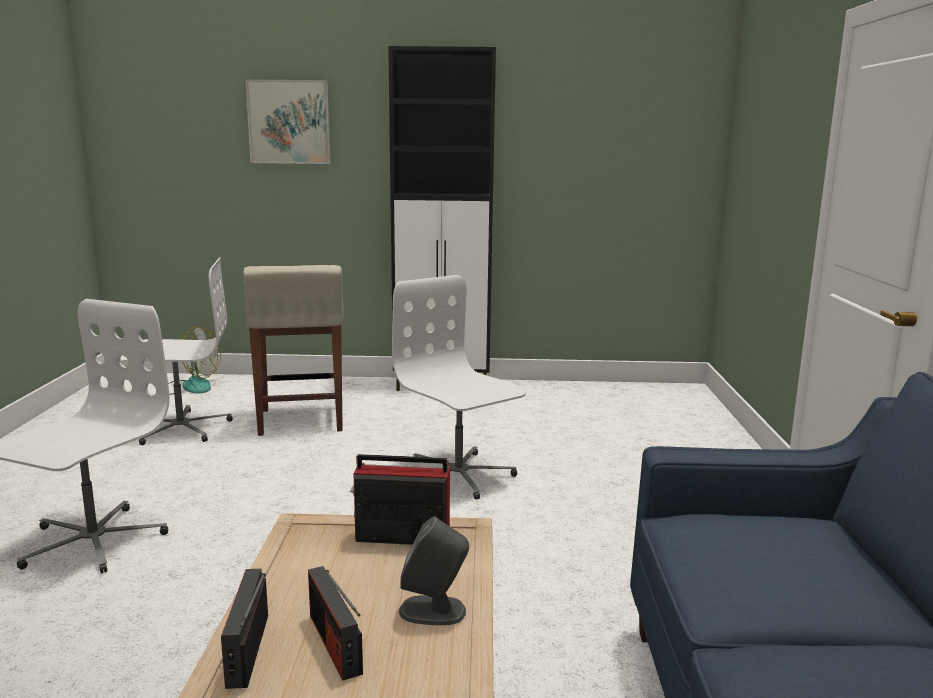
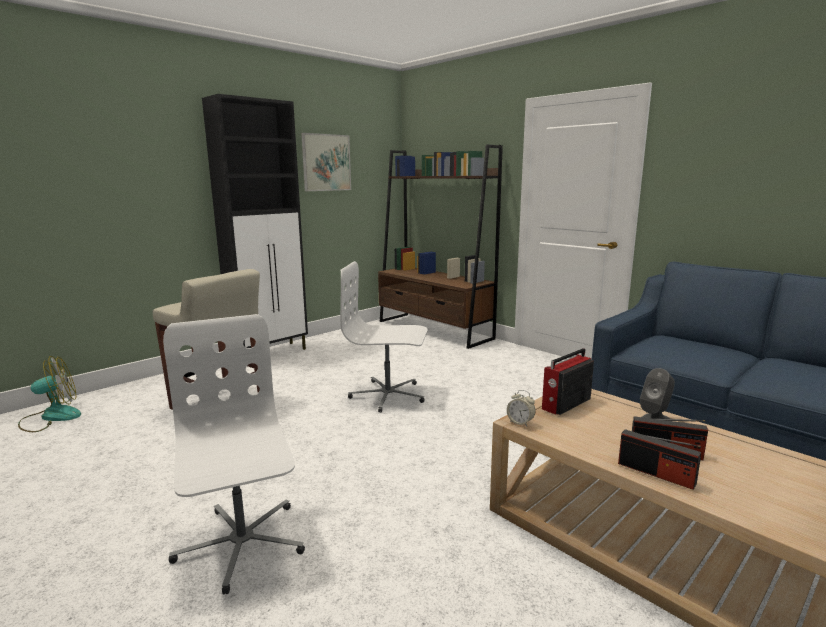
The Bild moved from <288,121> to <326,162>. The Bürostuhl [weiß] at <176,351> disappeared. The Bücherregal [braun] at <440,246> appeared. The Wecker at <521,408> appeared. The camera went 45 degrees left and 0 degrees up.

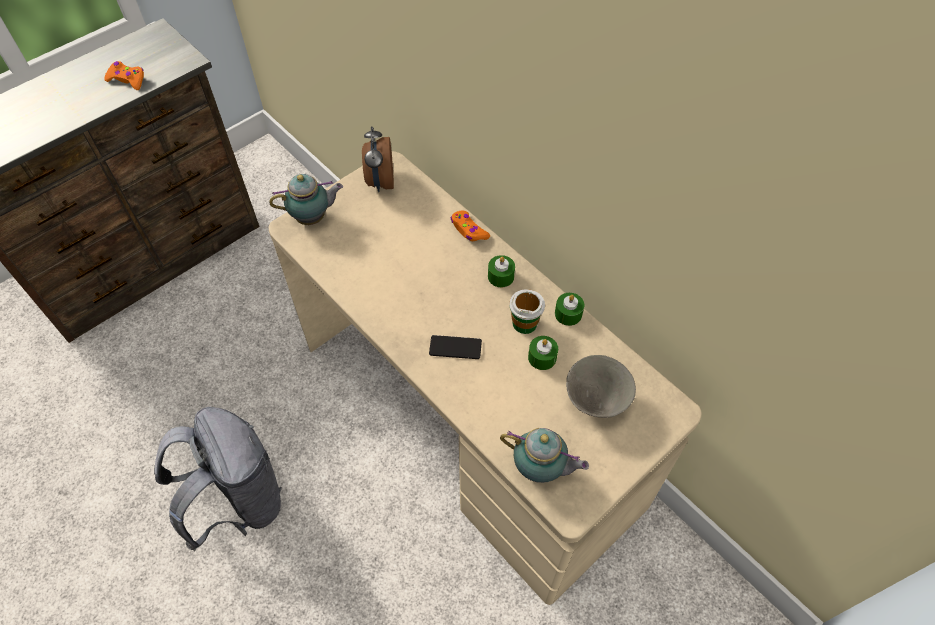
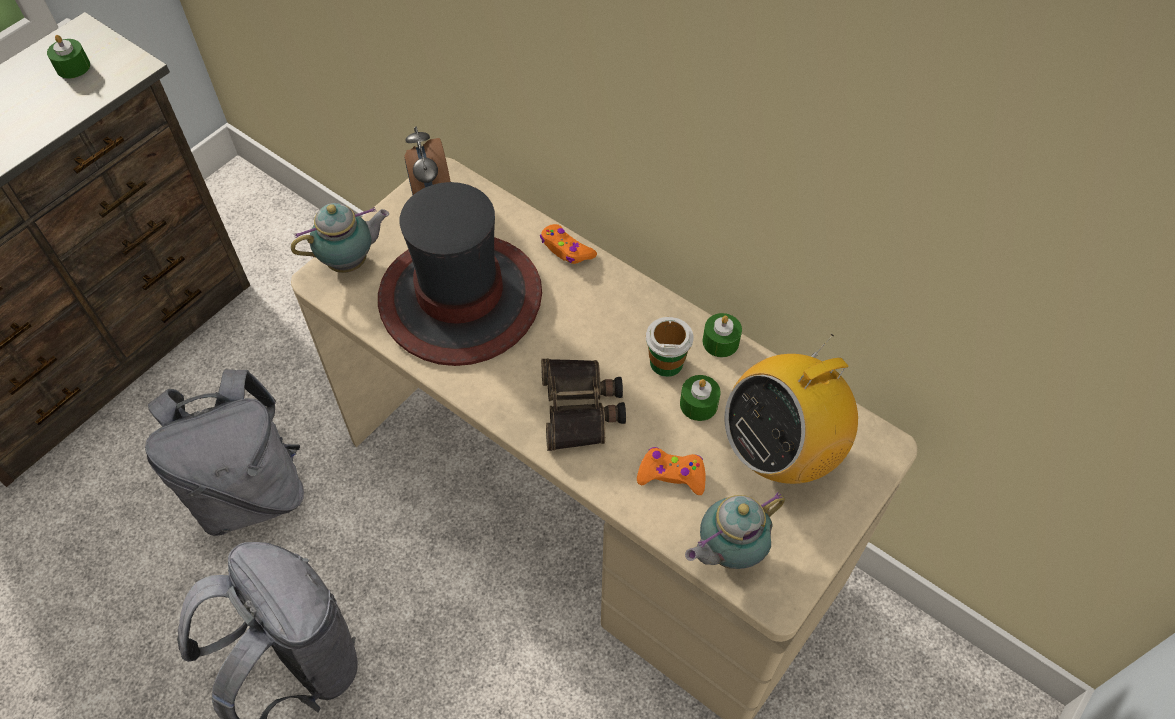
The Gamepad [orange] moved from <124,75> to <671,471>. The Kerze [grün] moved from <501,271> to <68,57>. The Handy at <455,347> was replaced by the Fernglas at <583,405>. The Schüssel [grau] at <601,386> was replaced by the Radio at <791,409>. The Teekanne at <544,455> turned 135 degrees clockwise. The Hut at <460,274> appeared. The Rucksack [grau] at <224,452> appeared. The camera went 10 degrees left and 0 degrees up.

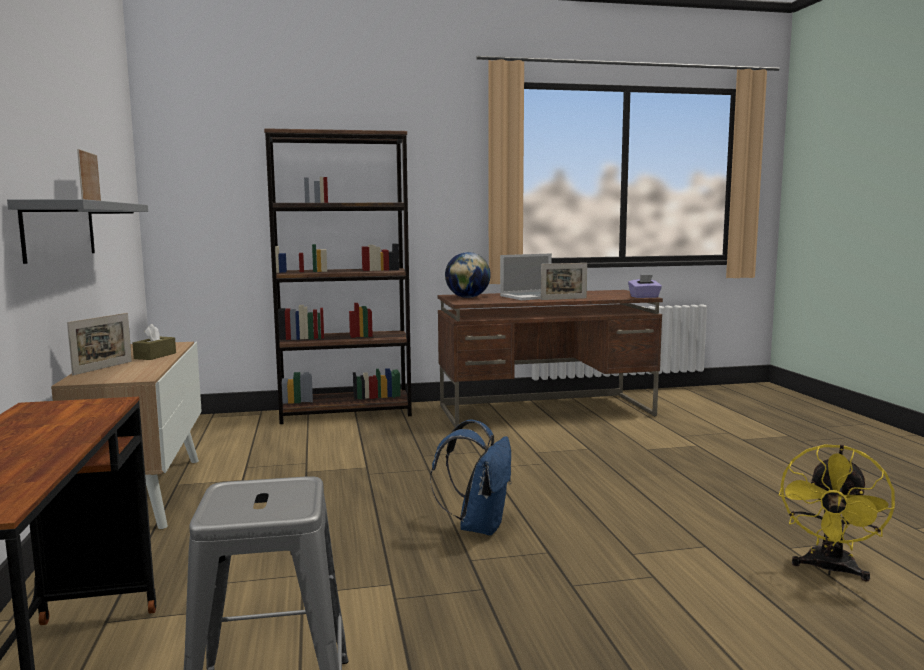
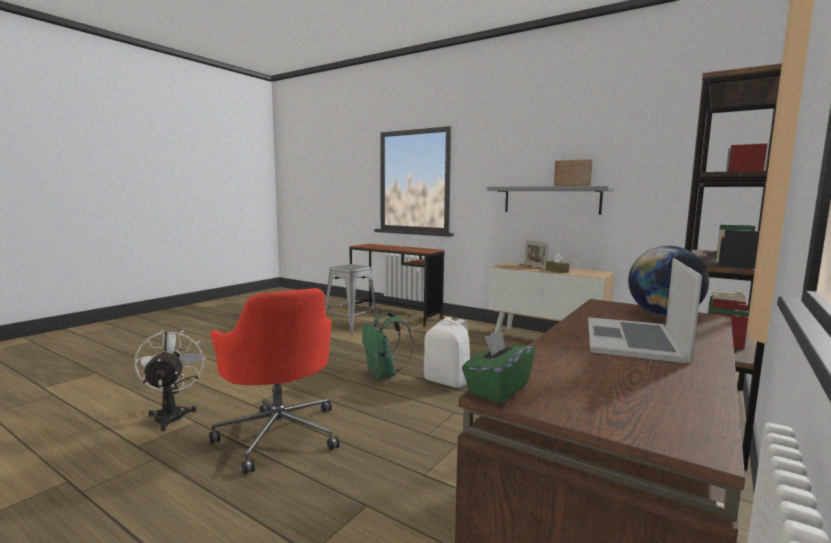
The Bilderrahmen at <564,281> disappeared. The Taschentuchbox [lila] at <645,286> became the Taschentuchbox [grün] at <498,366>. The Rucksack [blau] at <471,477> became the Rucksack [grün] at <388,345>. The Ventilator [gelb] at <837,513> became the Ventilator [weiß] at <170,380>. The Bürostuhl [rot] at <274,381> appeared. The Rucksack [weiß] at <446,352> appeared. The camera went 135 degrees right and 0 degrees up.

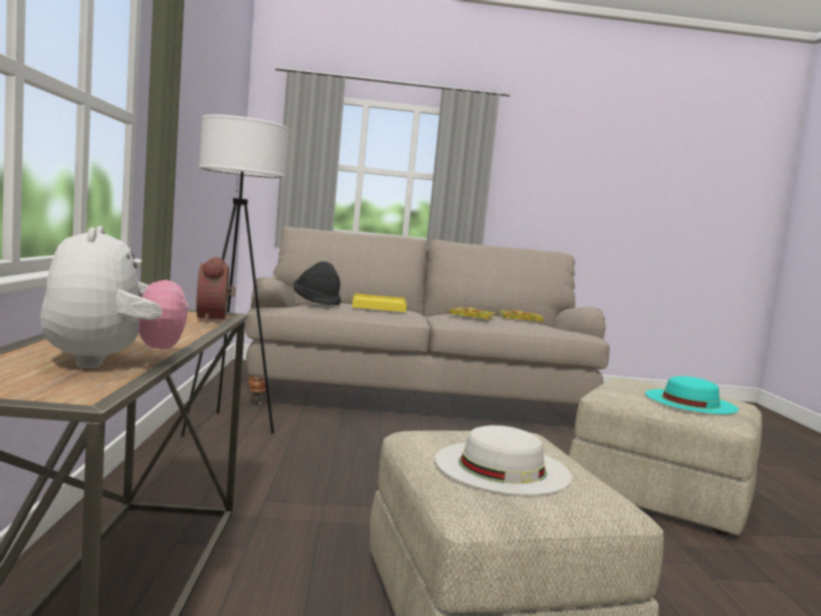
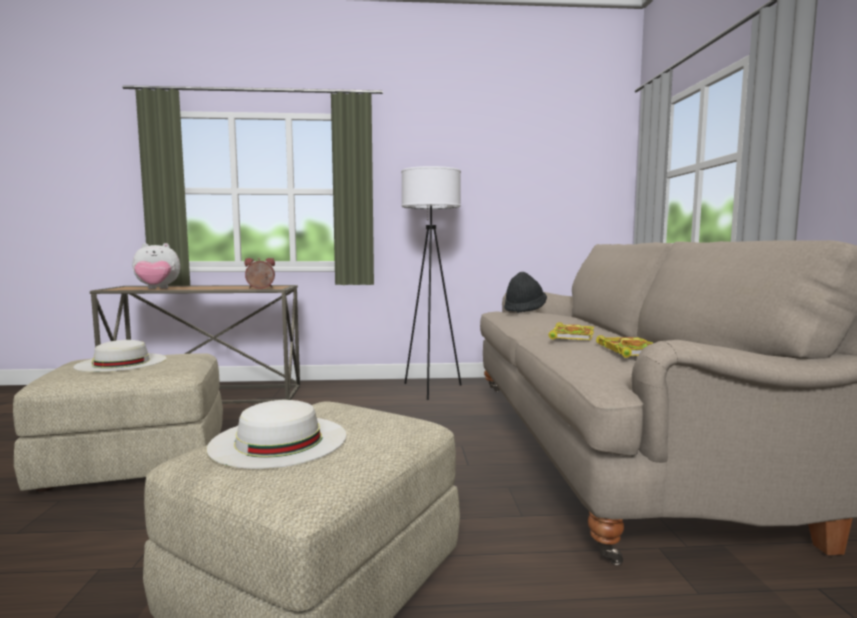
The Tablett [gelb] at <379,302> disappeared. The Hut [türkis] at <692,395> became the Hut [weiß] at <276,434>. The camera went 90 degrees right and 0 degrees up.

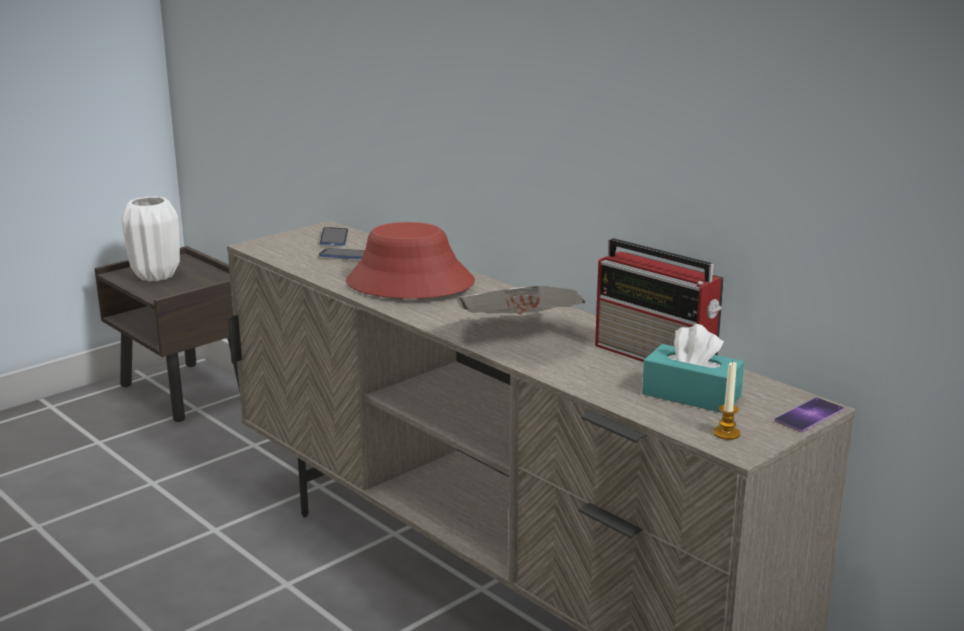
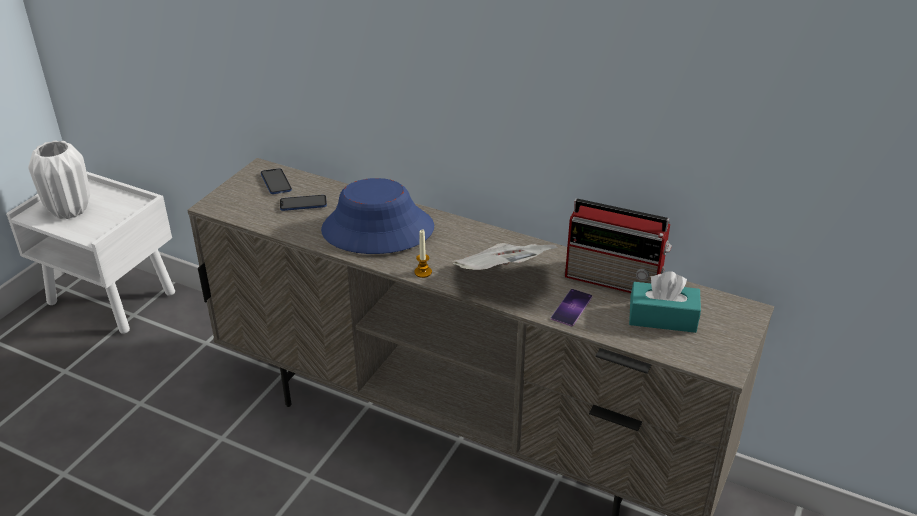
The Hut [rot] at <410,260> became the Hut [blau] at <377,216>. The Nachttisch [braun] at <167,334> became the Nachttisch [weiß] at <90,252>. The Kerze moved from <727,401> to <423,254>. The Handy moved from <809,414> to <571,308>. The camera went 20 degrees left and 15 degrees up.

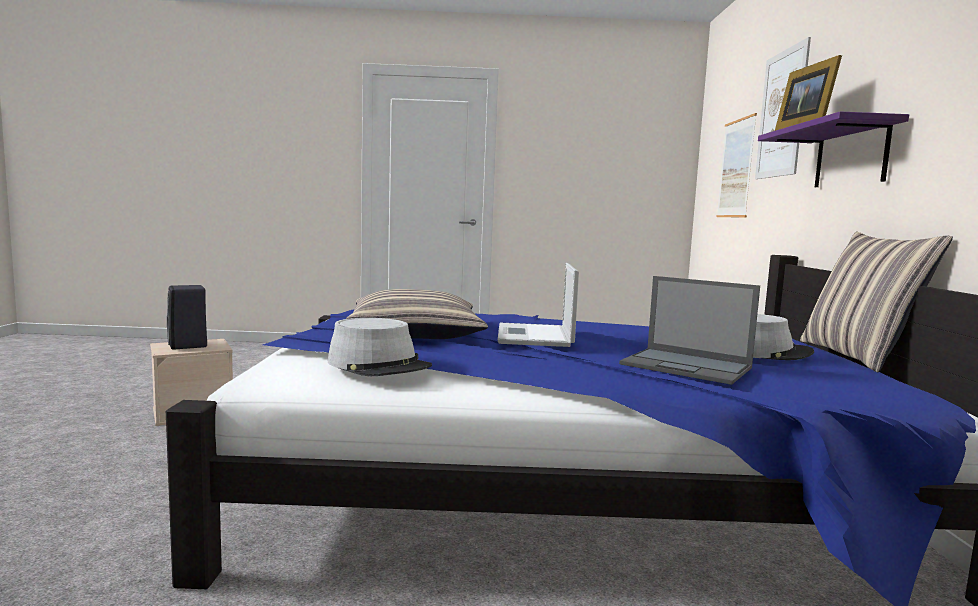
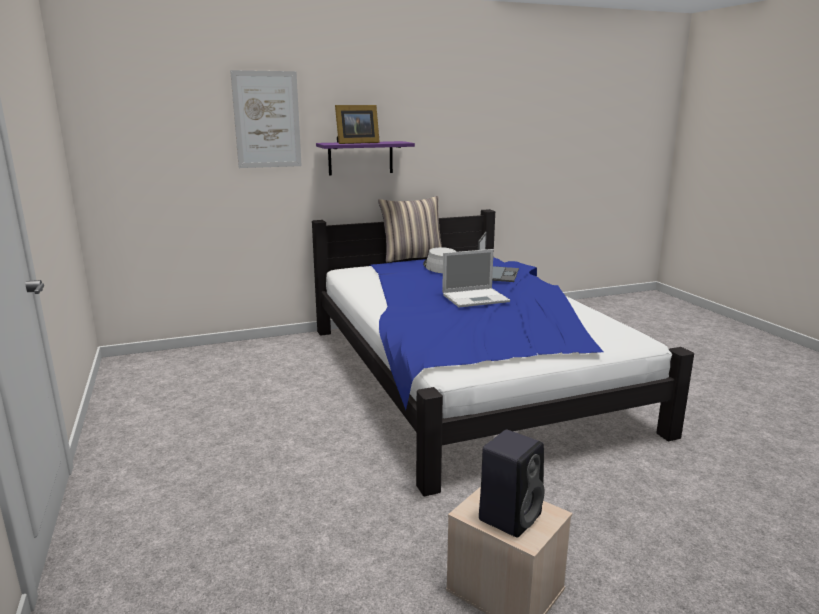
The Bild at <736,165> disappeared. The Kissen at <417,314> disappeared. The Hut [grau] at <380,347> disappeared. The camera went 110 degrees left and 10 degrees up.

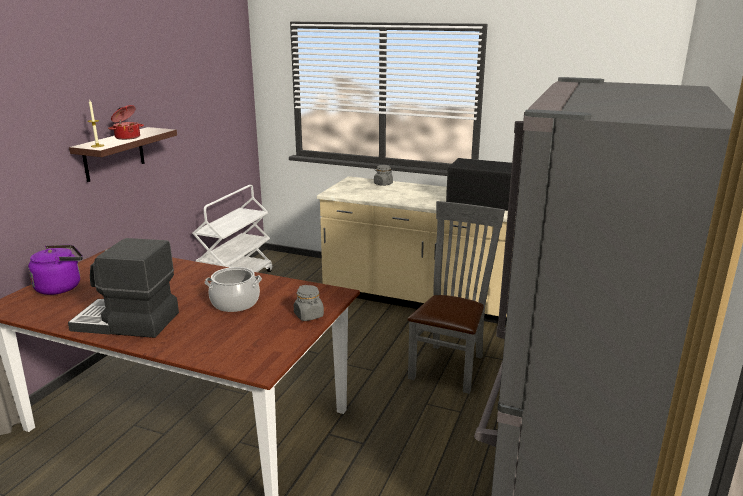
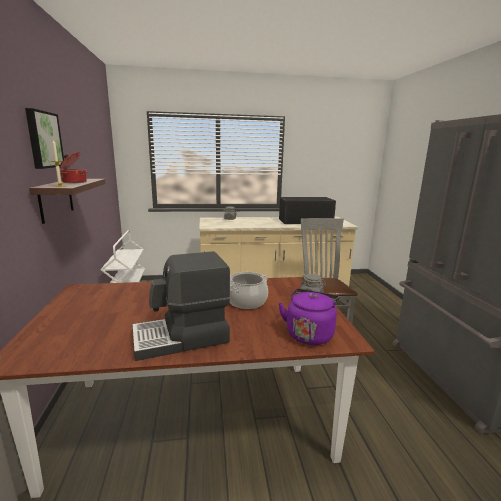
The Wasserkessel [lila] moved from <55,270> to <309,317>. The Bild at <44,138> appeared. The camera went 30 degrees left and 5 degrees down.

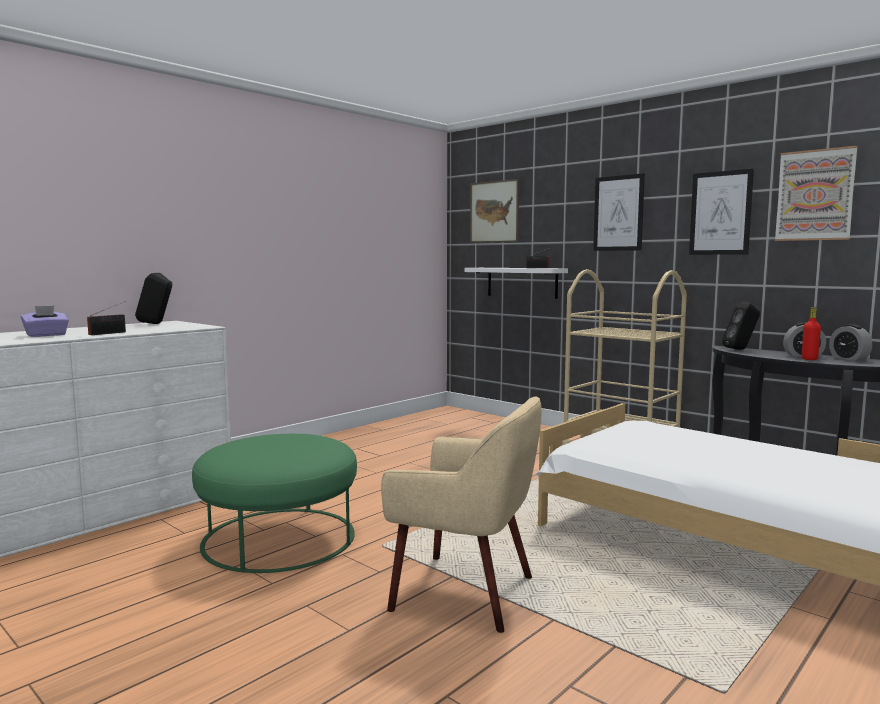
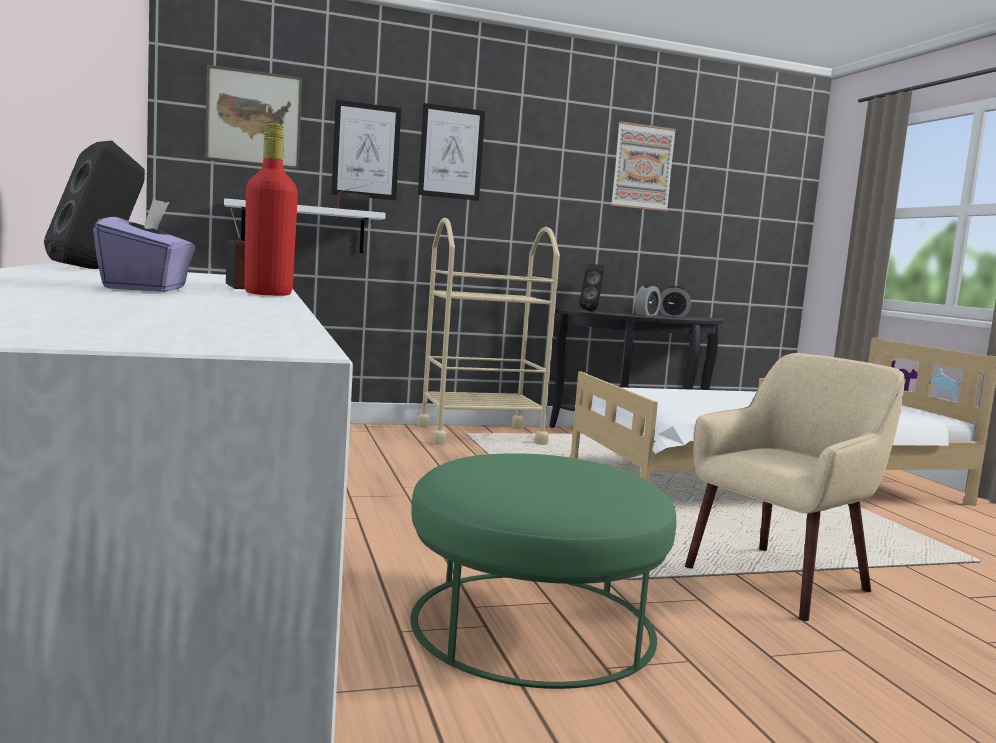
The Bild moved from <721,212> to <366,150>. The Flasche [rot] moved from <811,333> to <271,209>. The camera went 60 degrees left and 0 degrees up.

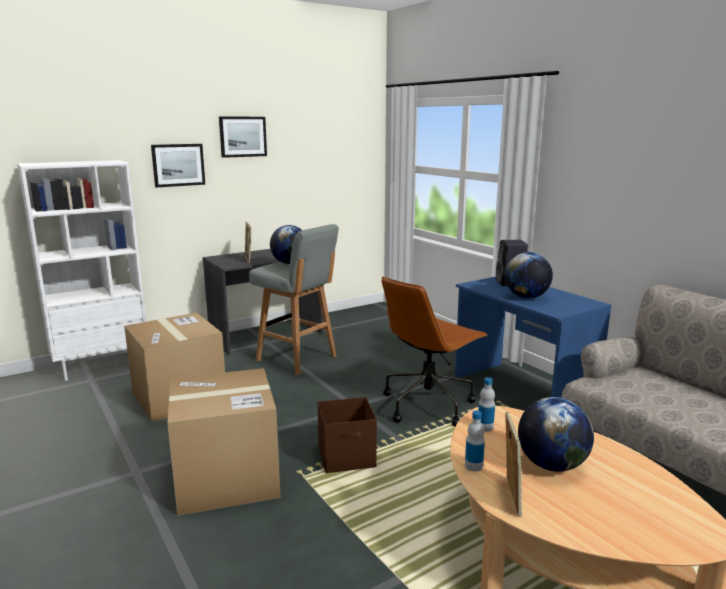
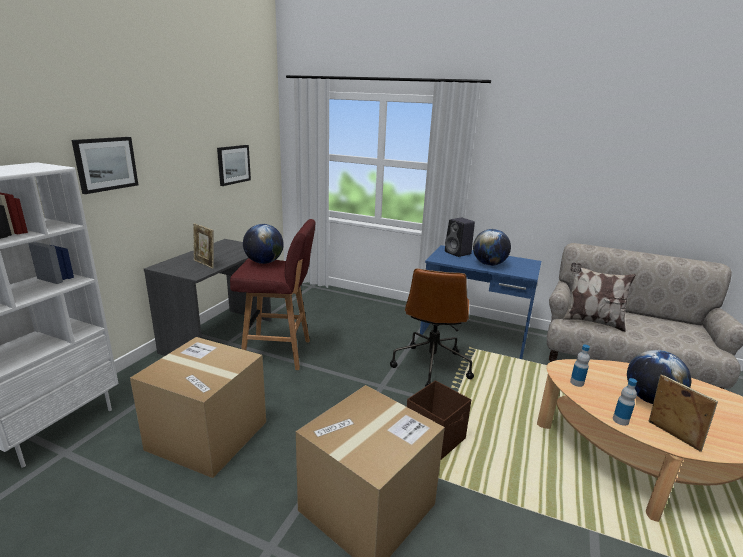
The Bild moved from <243,137> to <234,165>. The Hocker [grau] at <294,299> became the Hocker [rot] at <273,294>. The Kissen at <599,297> appeared. The camera went 35 degrees left and 5 degrees up.

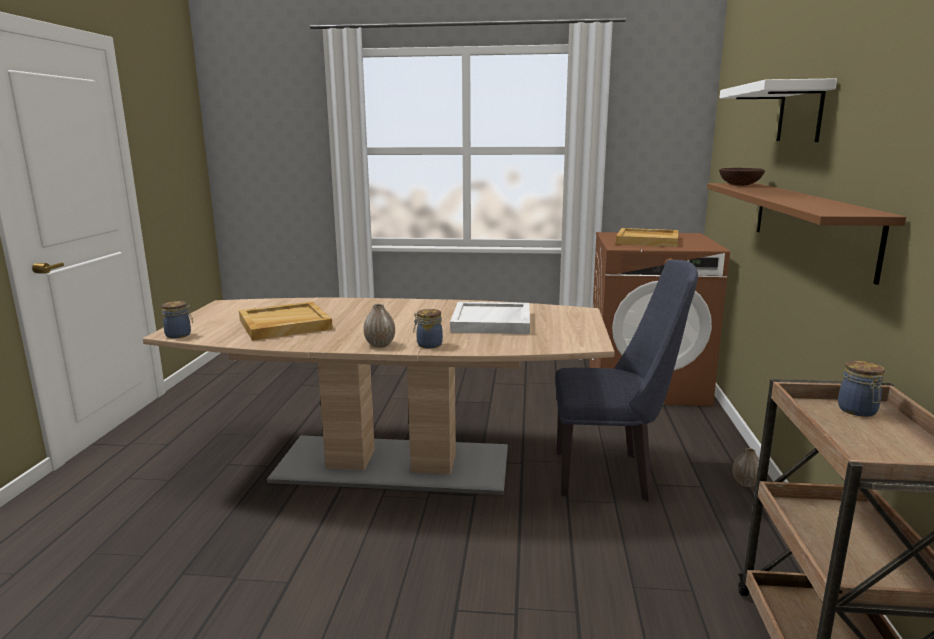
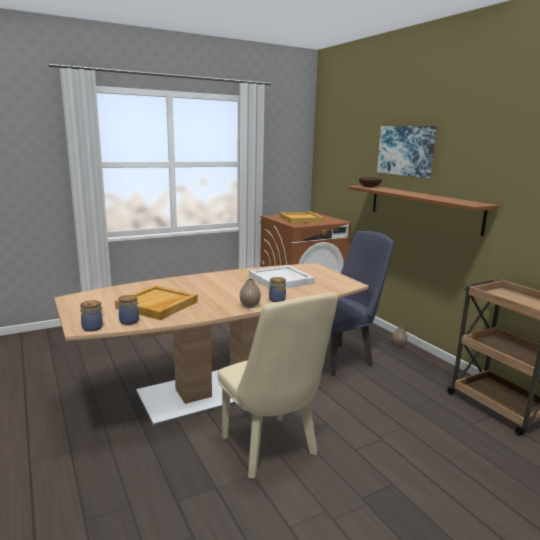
The Wandregal [weiß] at <778,110> was replaced by the Bild at <407,152>. The Vorratsglas moved from <861,388> to <128,310>. The Stuhl [beige] at <278,385> appeared. The camera went 35 degrees left and 0 degrees up.

